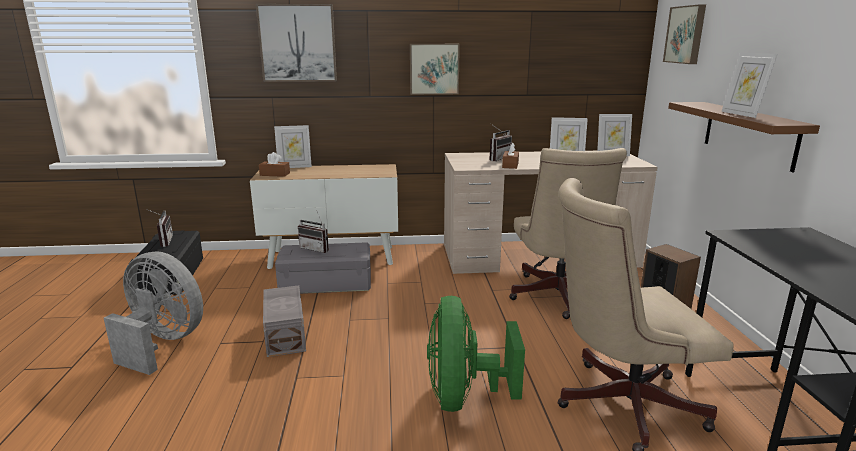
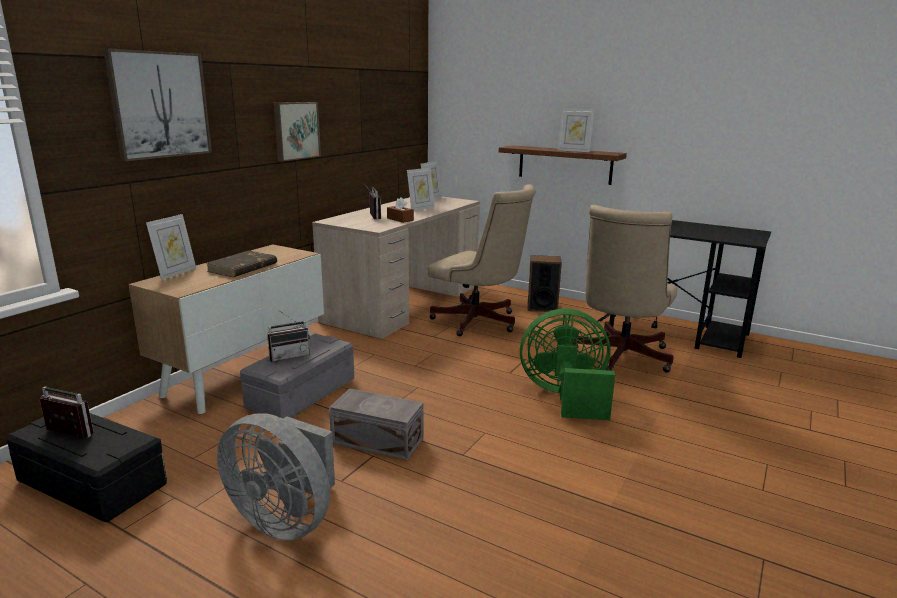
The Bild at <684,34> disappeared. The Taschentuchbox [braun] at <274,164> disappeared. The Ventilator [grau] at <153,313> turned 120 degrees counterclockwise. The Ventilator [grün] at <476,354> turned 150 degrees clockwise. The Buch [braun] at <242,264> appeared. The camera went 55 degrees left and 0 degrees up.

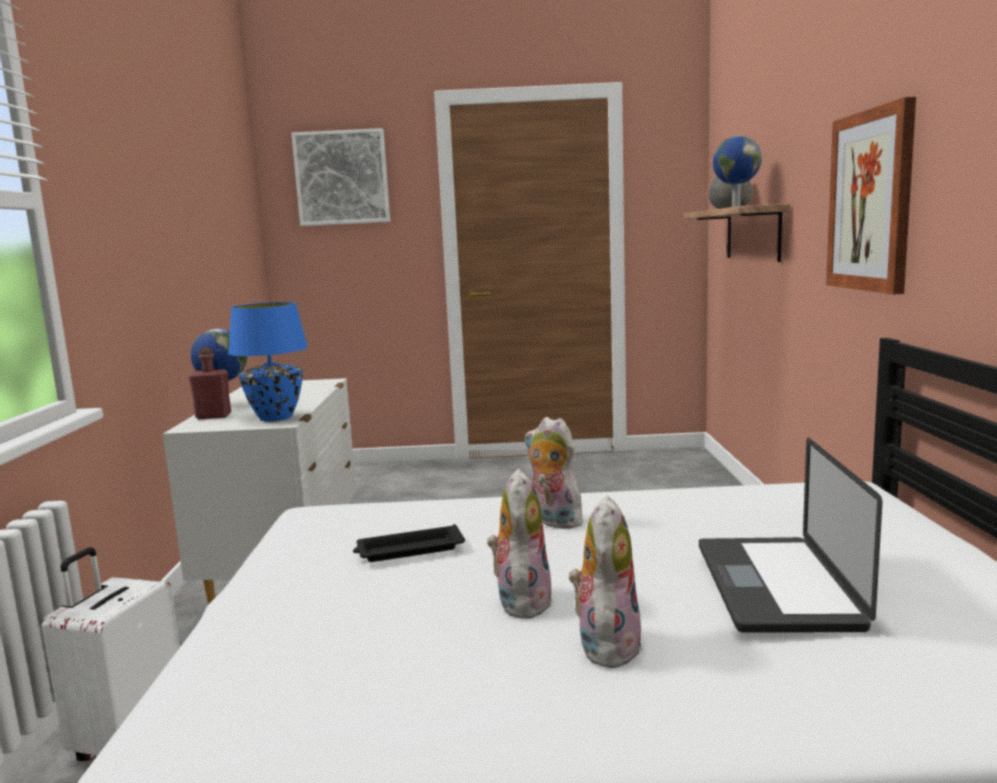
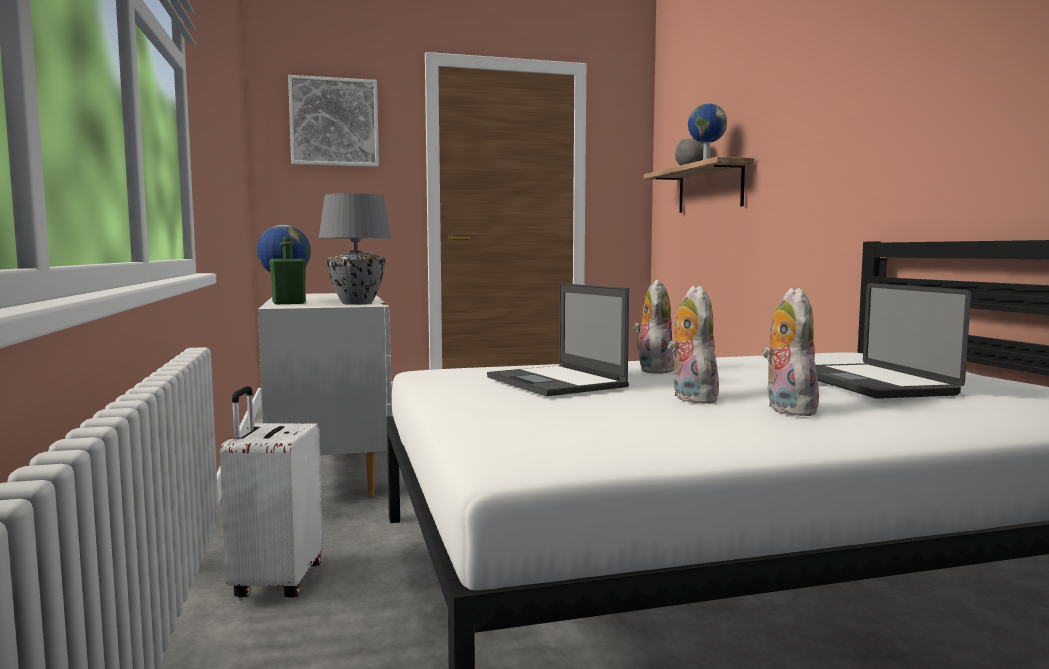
The Bild at <871,195> disappeared. The Tischlampe [blau] at <268,362> became the Tischlampe [grau] at <355,249>. The Flasche [rot] at <210,383> became the Flasche [grün] at <287,270>. The Plüschtier at <555,473> turned 75 degrees clockwise. The Tablett [schwarz] at <409,543> was replaced by the Laptop at <558,340>. The camera went 15 degrees left and 5 degrees down.

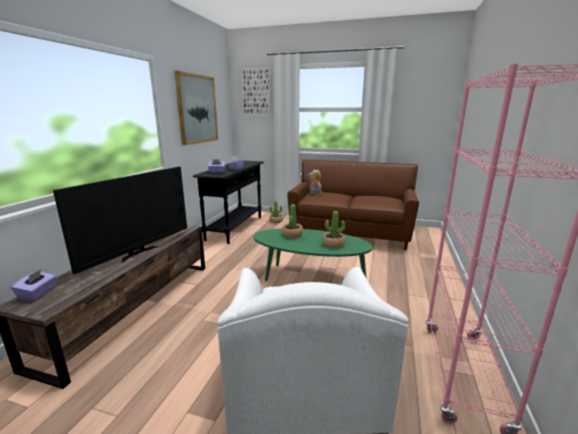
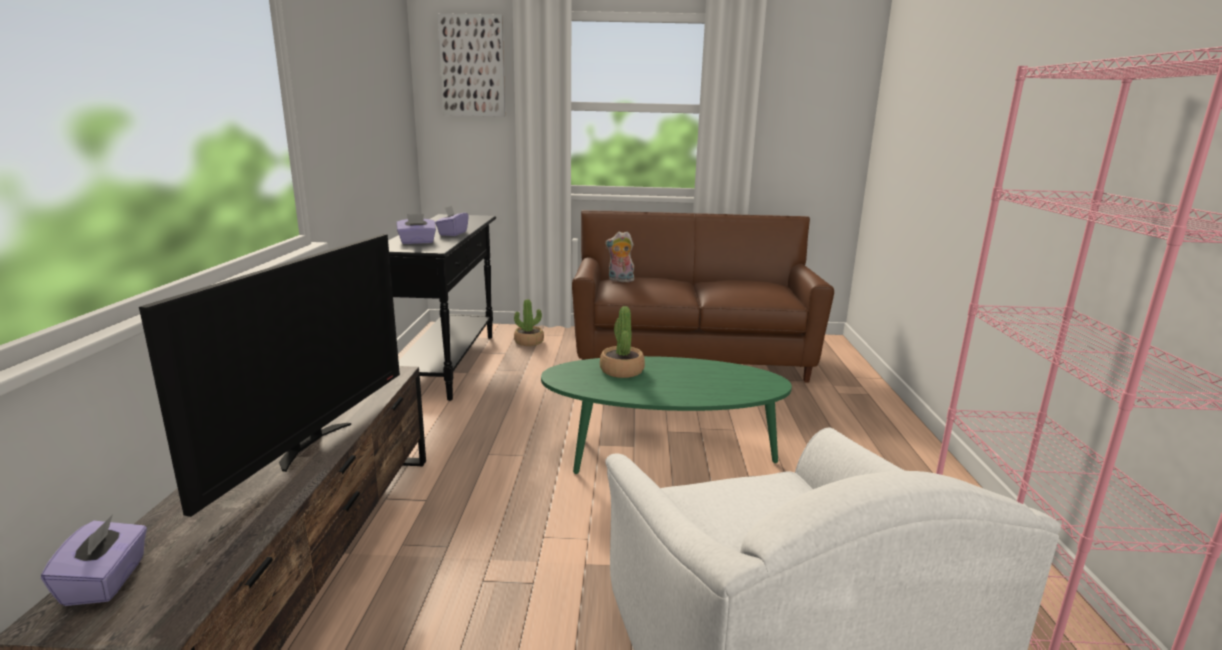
The Bild at <196,108> disappeared. The Topfpflanze at <334,229> disappeared. The camera went 15 degrees left and 0 degrees up.

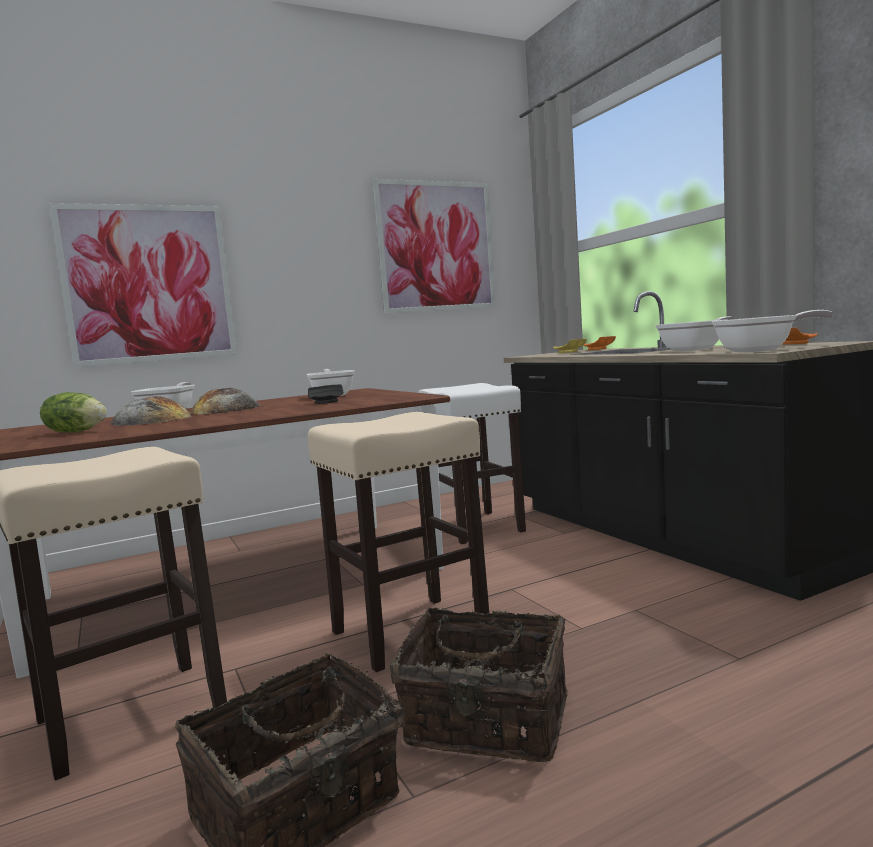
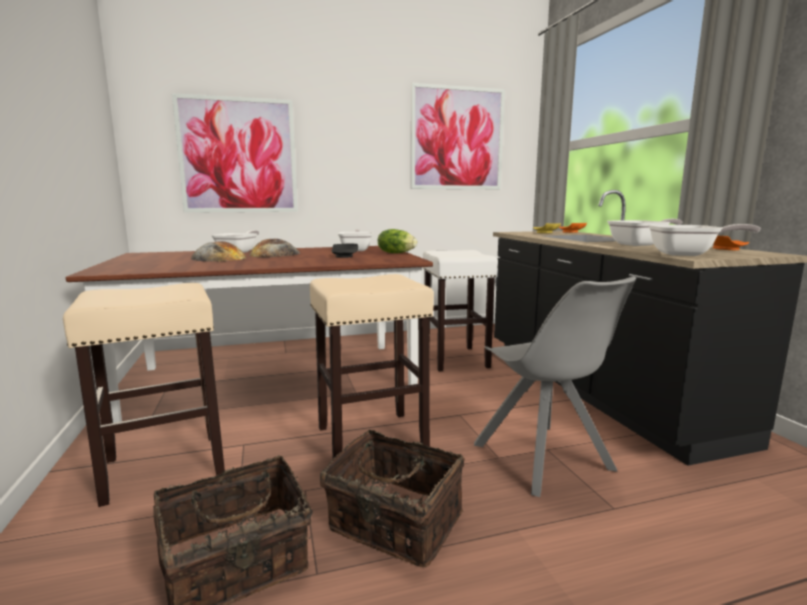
The Salatkopf moved from <73,412> to <397,241>. The Stuhl [grau] at <555,386> appeared. The camera went 10 degrees right and 5 degrees up.

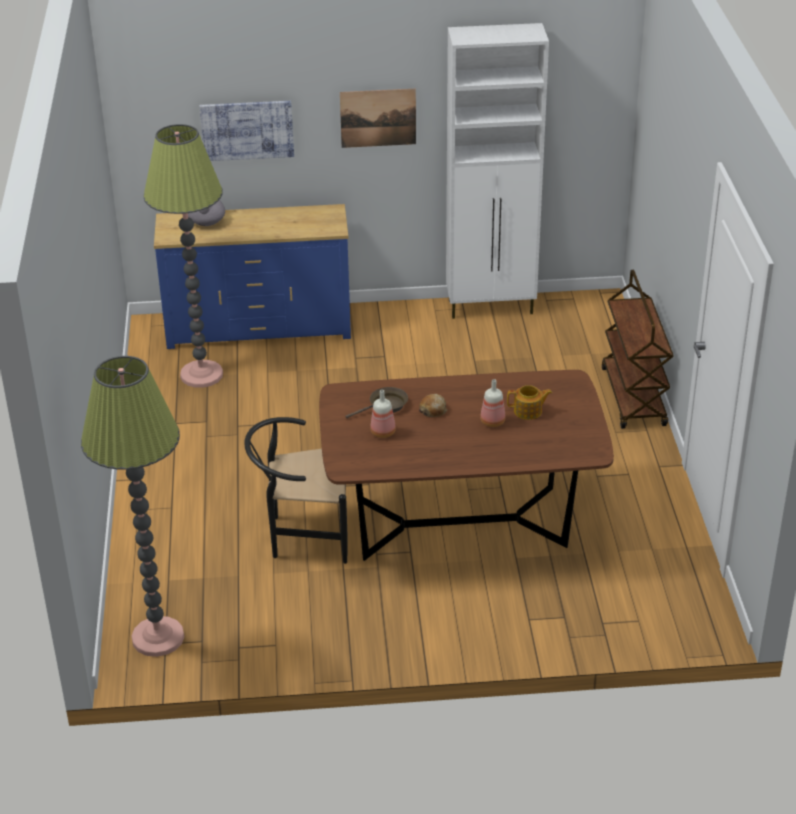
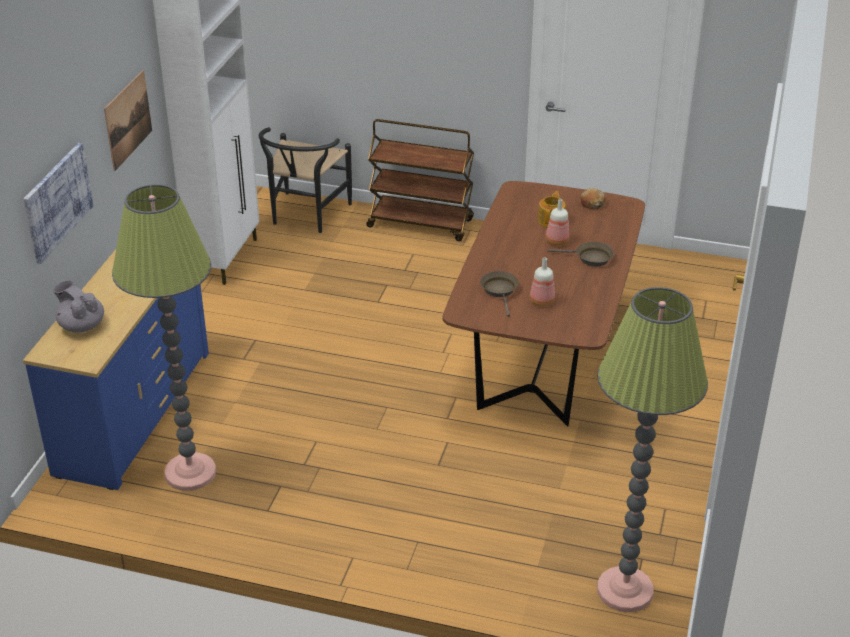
The Brot moved from <433,405> to <593,198>. The Stuhl [schwarz] moved from <296,490> to <305,180>. The Pfanne [braun] at <581,254> appeared. The camera went 70 degrees left and 0 degrees up.

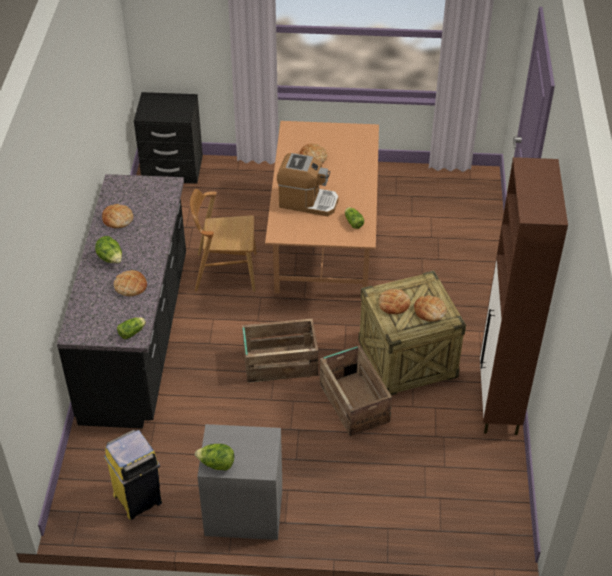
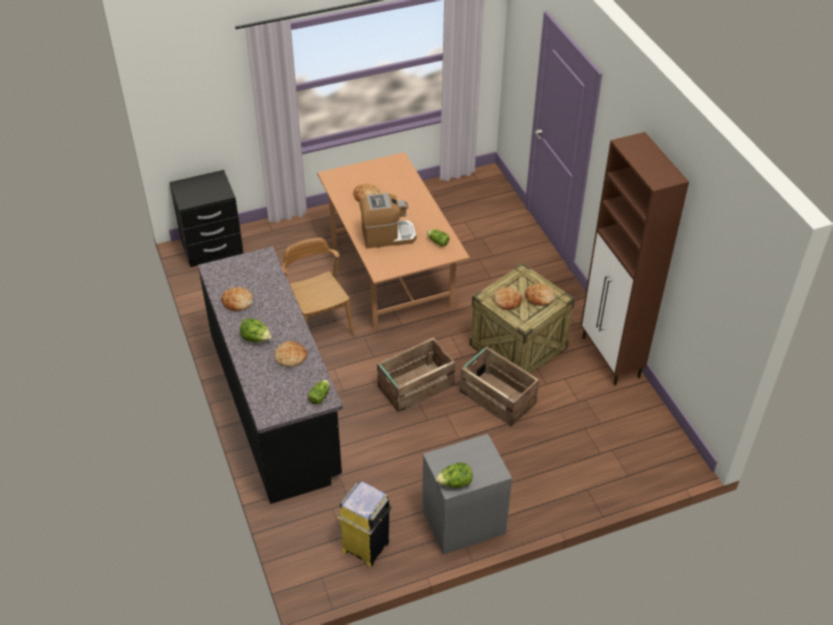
The Stuhl [braun] at <223,240> turned 90 degrees clockwise. The camera went 25 degrees left and 0 degrees up.

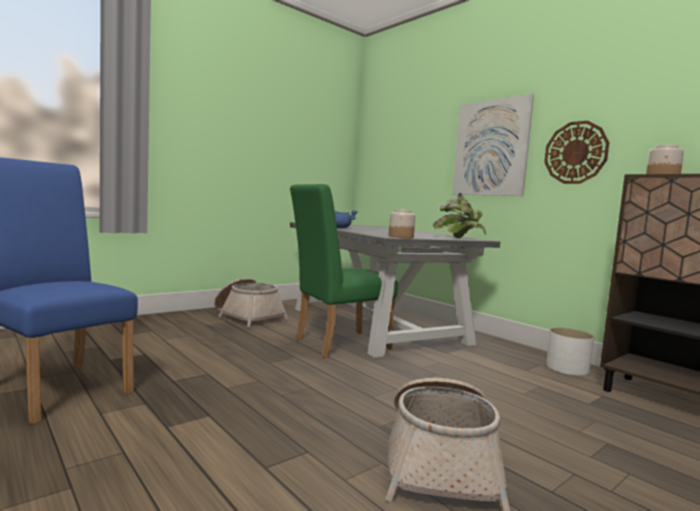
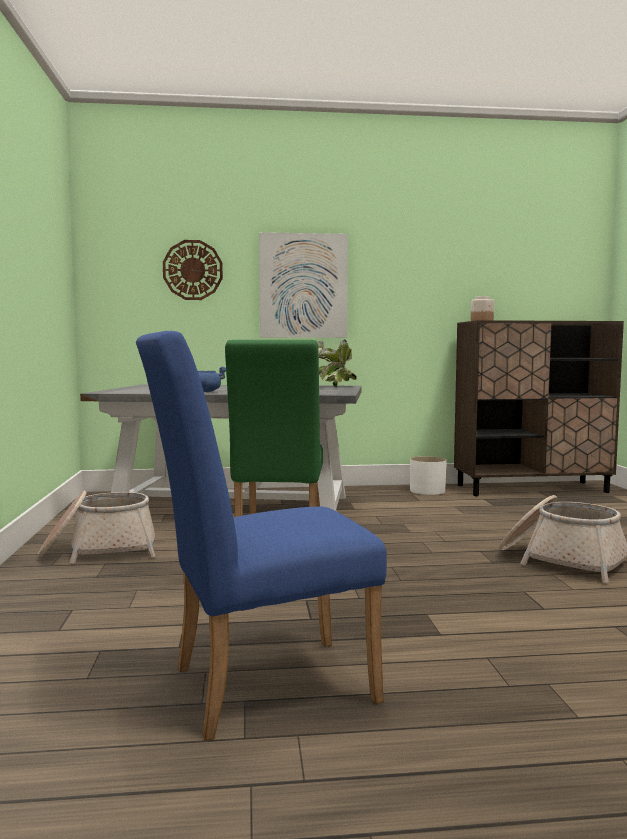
The Wanduhr moved from <576,152> to <193,270>. The Vorratsglas at <402,223> disappeared. The camera went 55 degrees left and 0 degrees up.

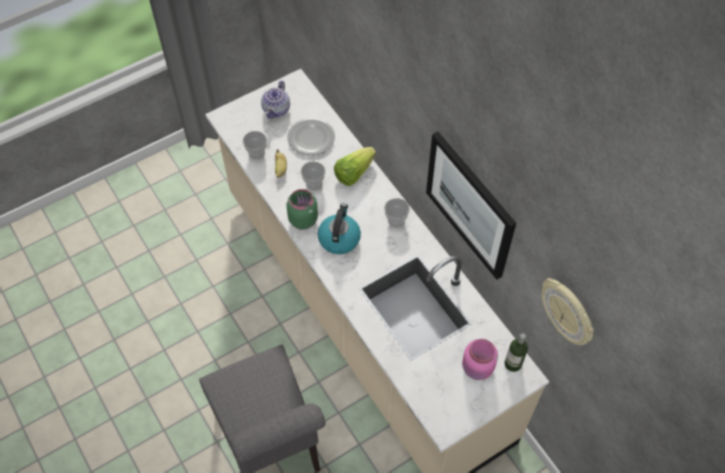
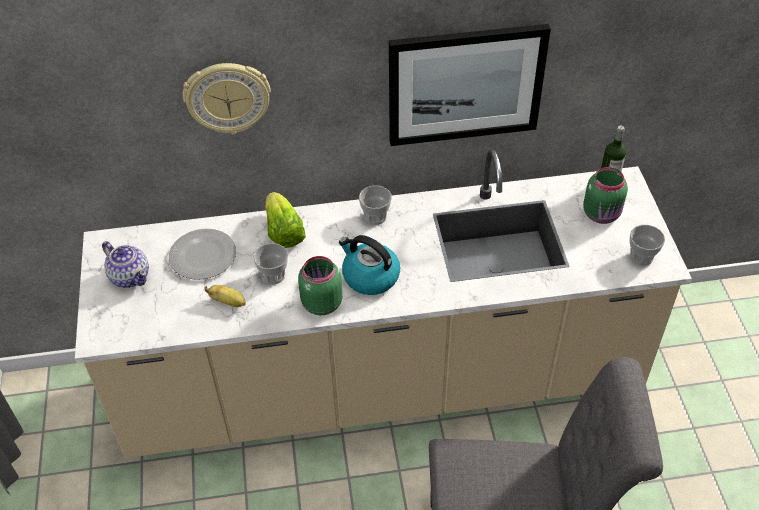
The Tasse moved from <255,145> to <647,245>. The Wanduhr moved from <567,311> to <227,99>. The Vorratsglas [rosa] at <480,359> became the Vorratsglas [grün] at <605,195>. The camera went 65 degrees left and 10 degrees down.

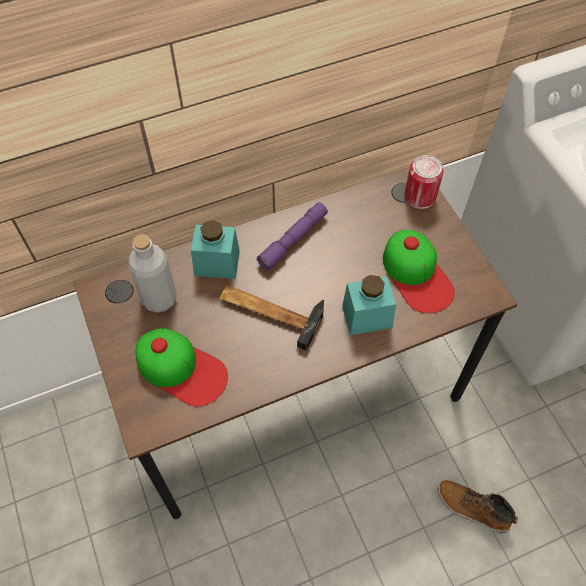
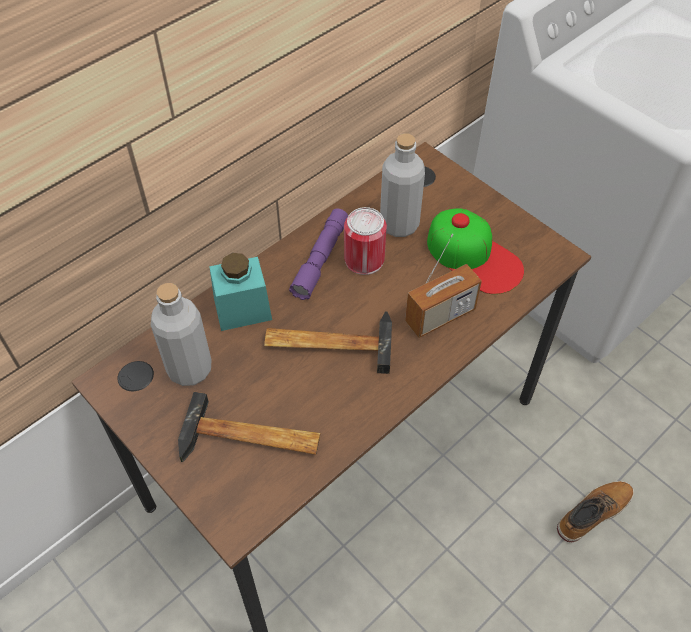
The Dose moved from <424,182> to <365,241>. The Vorratsglas [türkis] at <369,305> was replaced by the Radio at <443,286>. The Kappe at <182,367> was replaced by the Hammer at <249,427>. The Stiefel at <478,506> turned 135 degrees clockwise. The Flasche [grau] at <402,185> appeared. The camera went 20 degrees left and 5 degrees down.

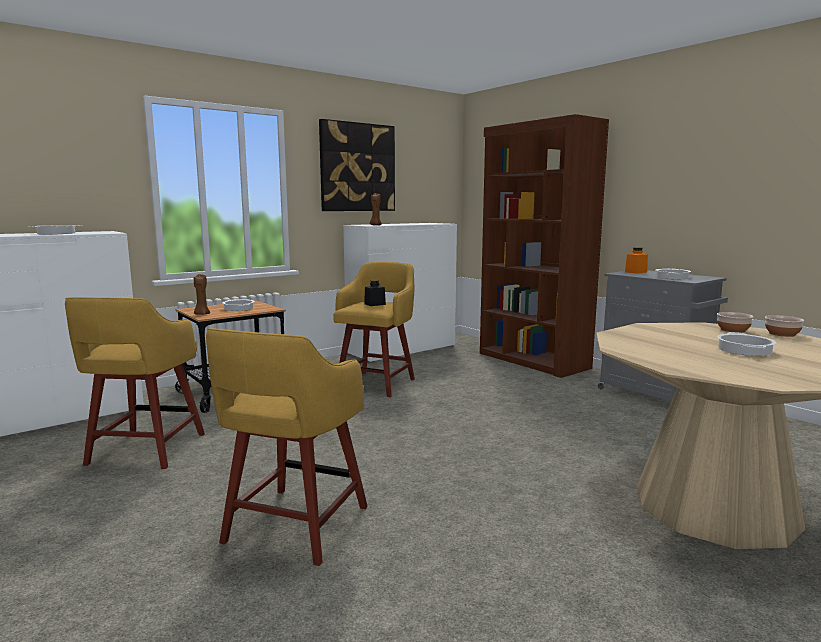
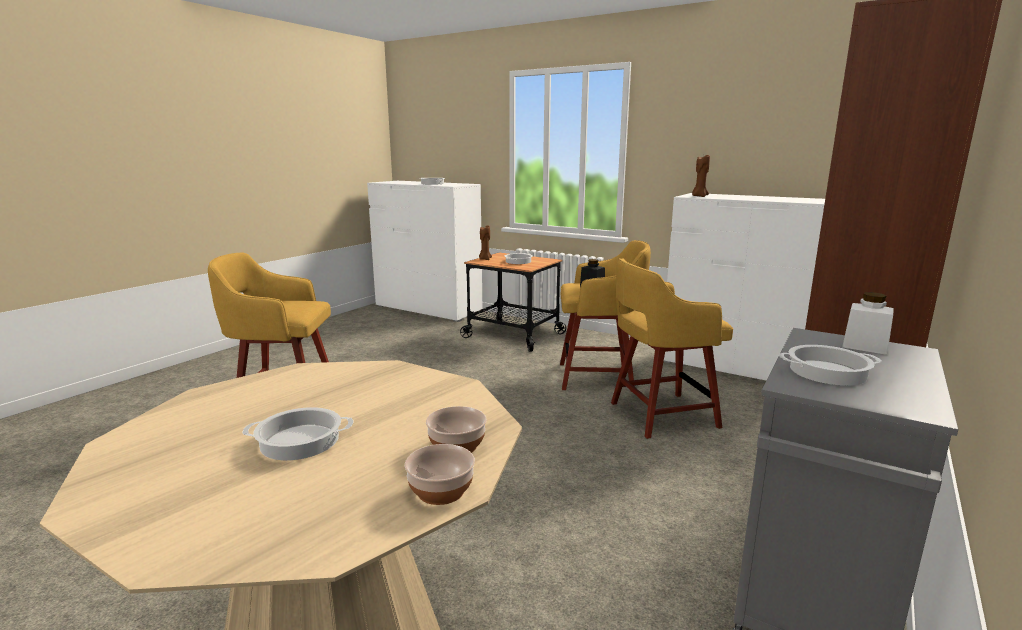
The Bild at <357,165> disappeared. The Vorratsglas [orange] at <636,260> became the Vorratsglas [weiß] at <868,323>. The Hocker [gelb] moved from <135,383> to <672,348>. The camera went 70 degrees right and 5 degrees up.

